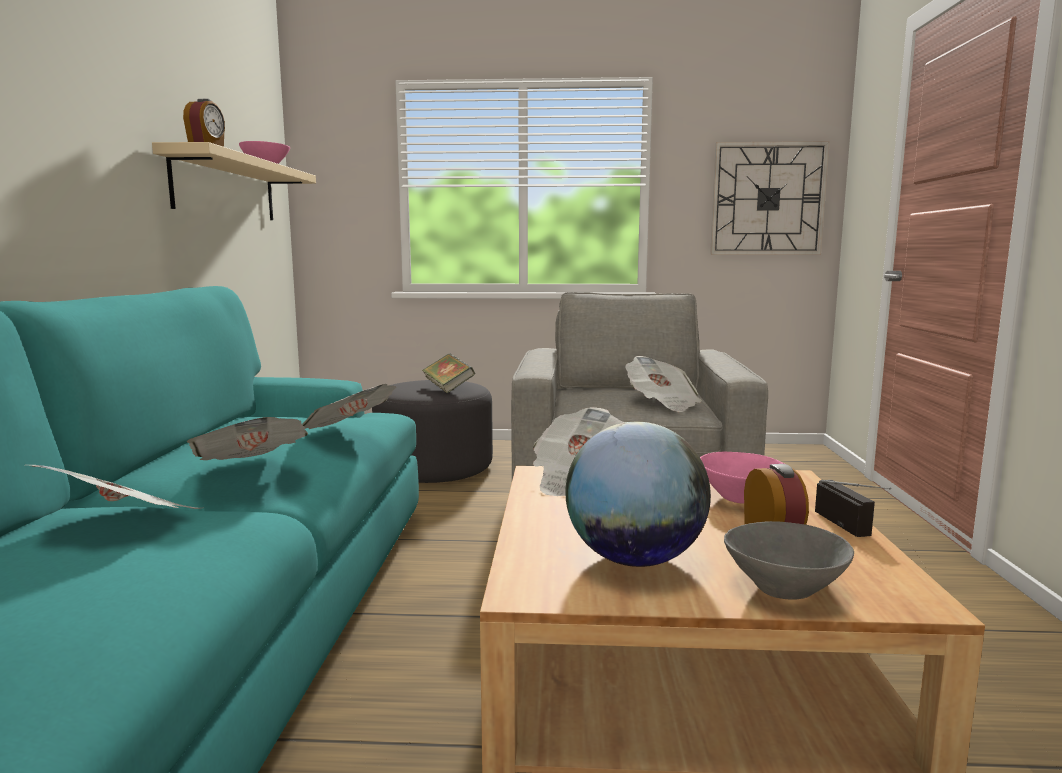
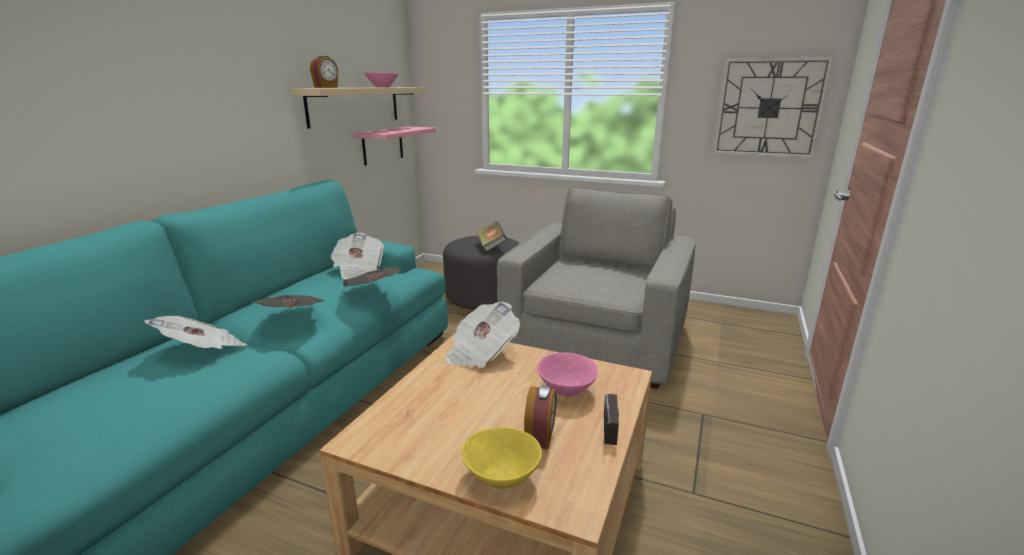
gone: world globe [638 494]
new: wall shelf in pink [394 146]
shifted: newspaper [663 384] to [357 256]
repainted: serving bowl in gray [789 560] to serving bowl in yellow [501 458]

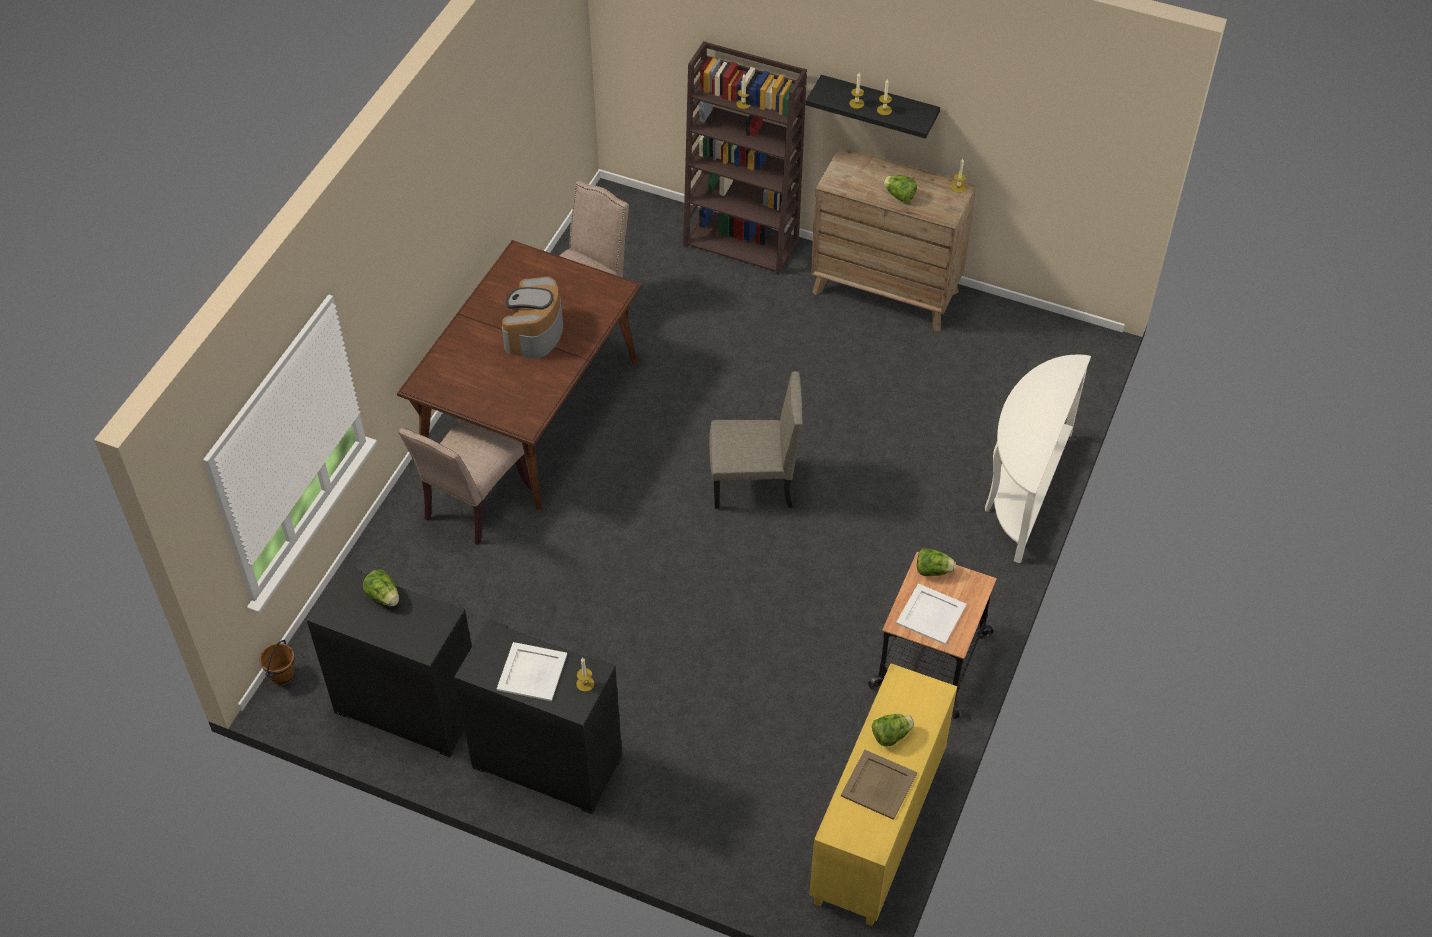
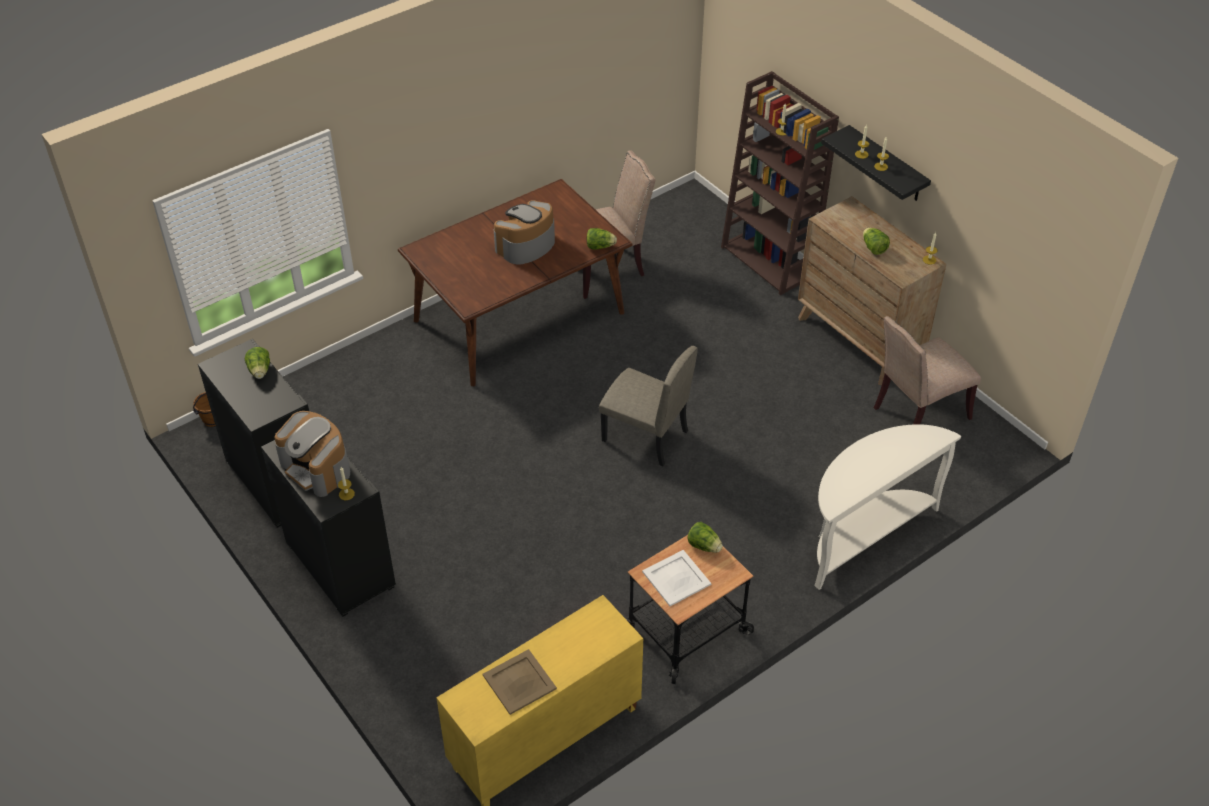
shifted: upright chair in beige [465 482] to [927 370]; lettuce [893 730] to [602 239]
swapped: carrying tray in whitish [532 671] to coffee maker [312 454]

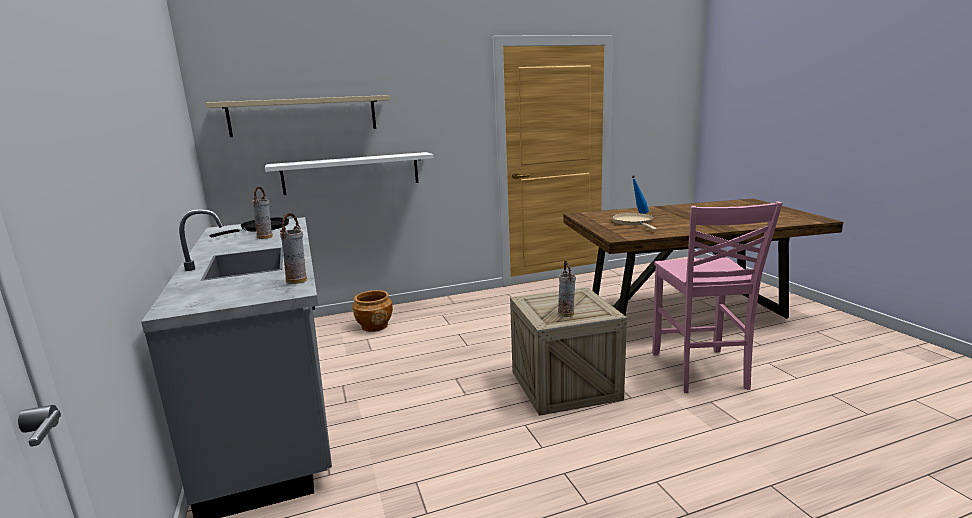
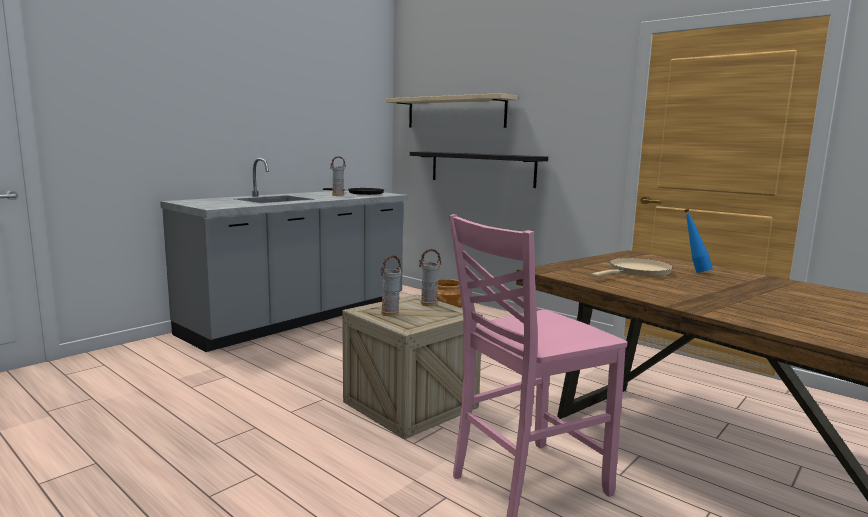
shifted: vase [293 248] to [430 278]
repainted: wall shelf in whitish [349 173] to wall shelf in black [479 170]

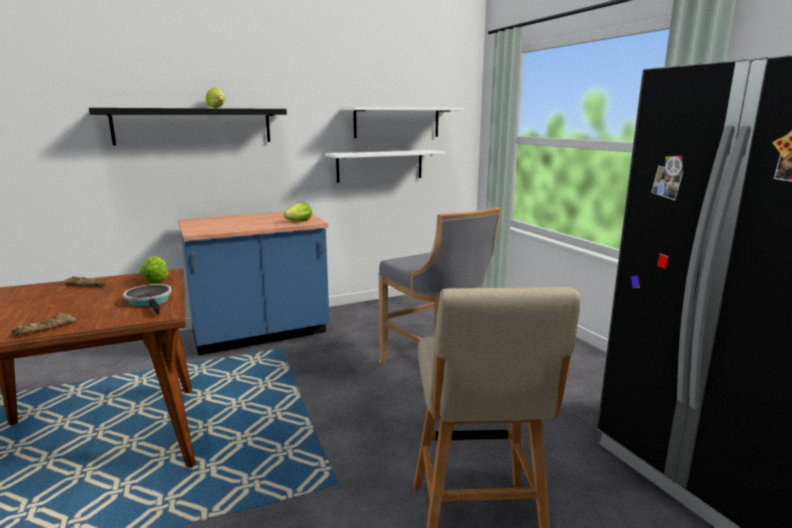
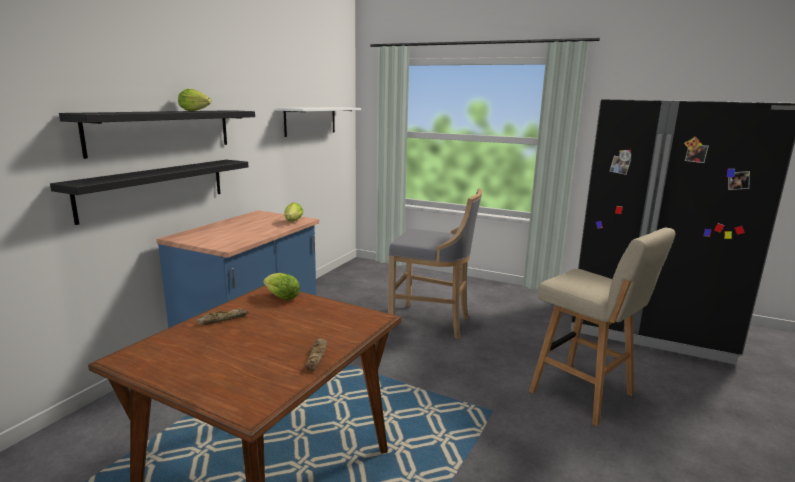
gone: wall shelf in whitish [385 166]; frying pan [147 299]
new: wall shelf in black [149 192]

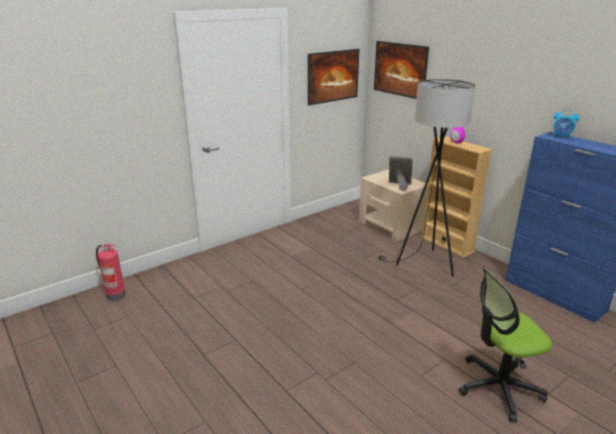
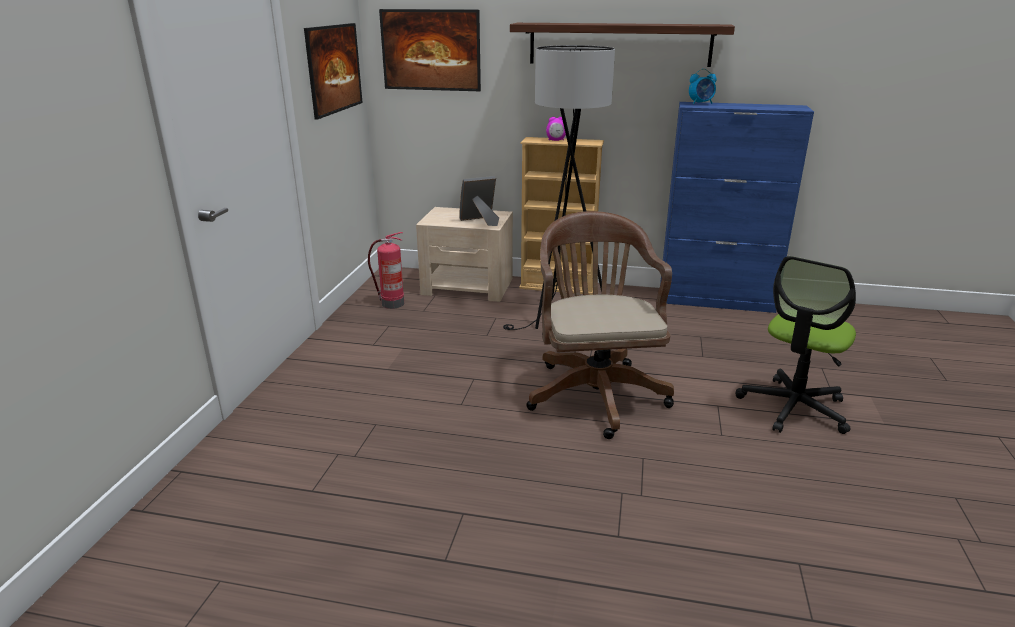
new: wall shelf [622 45]; computer chair in brownish [600 325]
shifted: extinguisher [111 272] to [386 270]

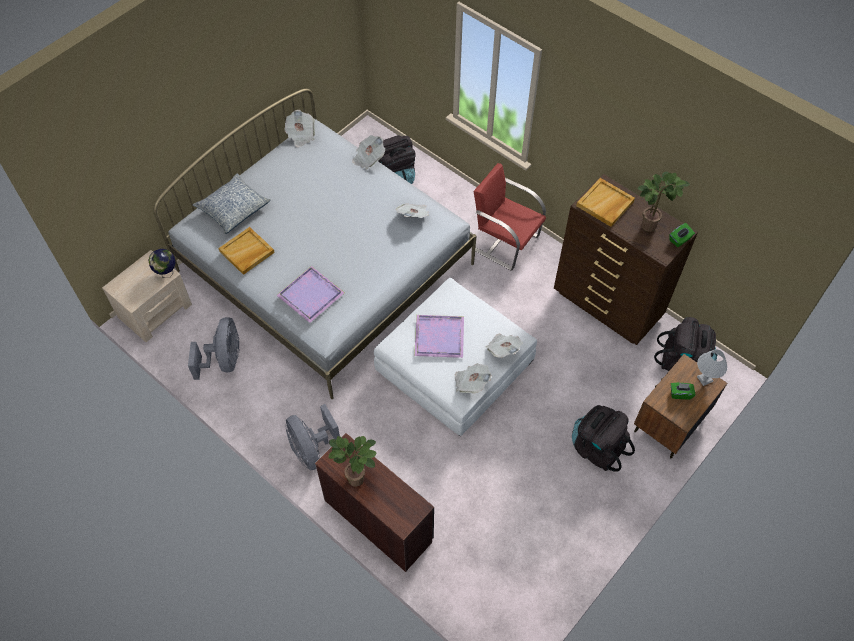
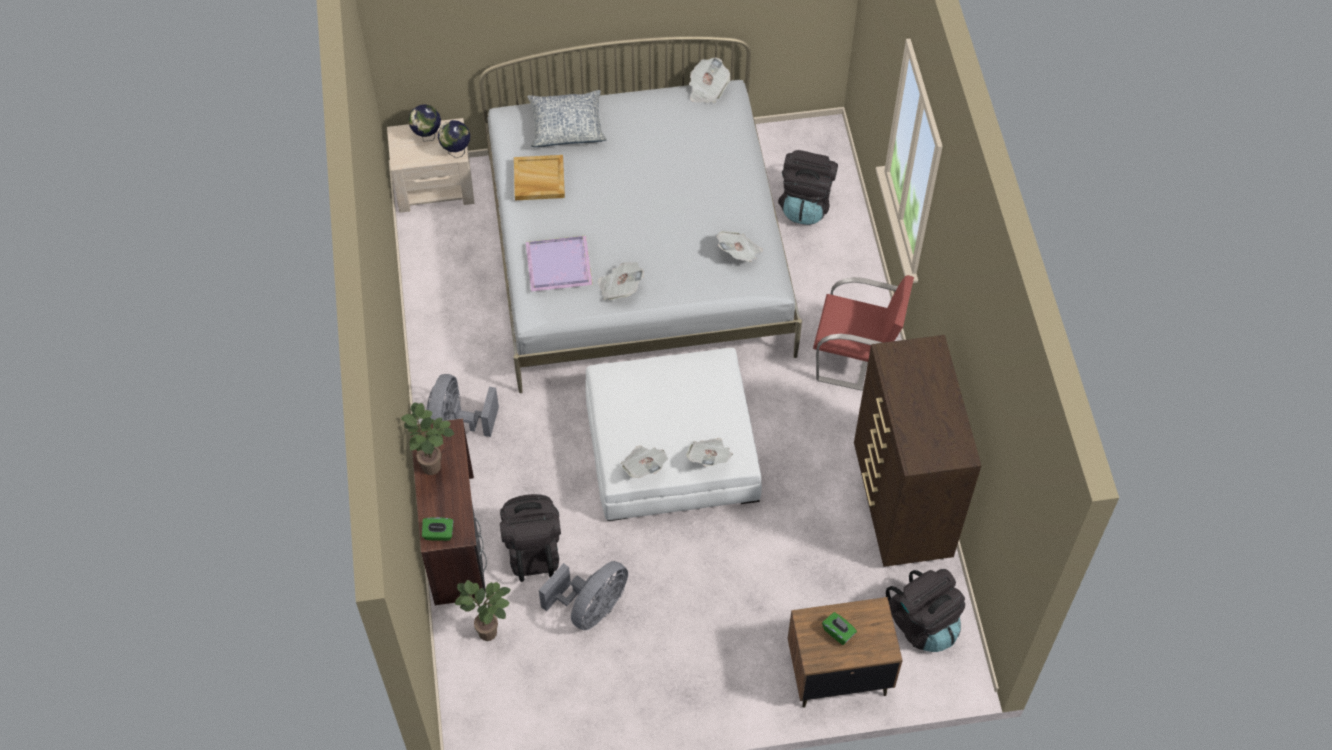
gone: carrying tray in beige [605 202]; carrying tray in purple-coloured [439 336]; tabletop lamp in whitish [712 368]
new: world globe [424 122]
shifted: newspaper [368 152] to [621 281]; plant in a pot [663 202] to [483 610]; tissue holder in green [682 235] to [437 529]; fan in gray [213 348] to [583 595]; knapsack in black [603 438] to [530 538]
rotated: upright chair in red-coloured [510 216] = [863 333] 120 degrees clockwise

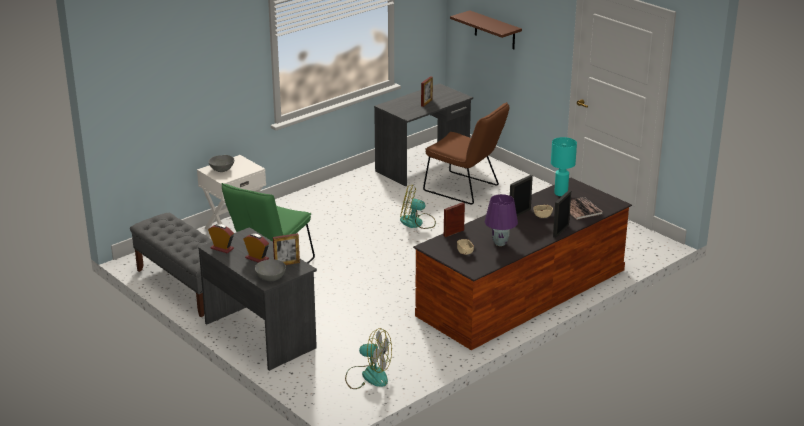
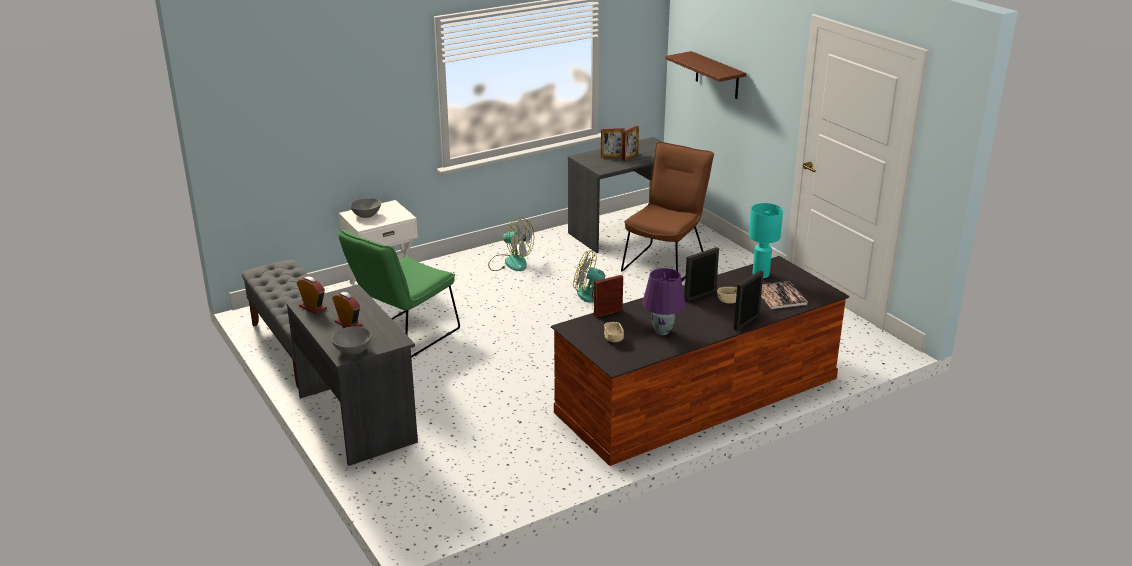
shifted: picture frame [286 249] to [613 143]; fan [368 358] to [511 244]
rotated: upright chair in brownish [466 153] = [667 211] 105 degrees counterclockwise

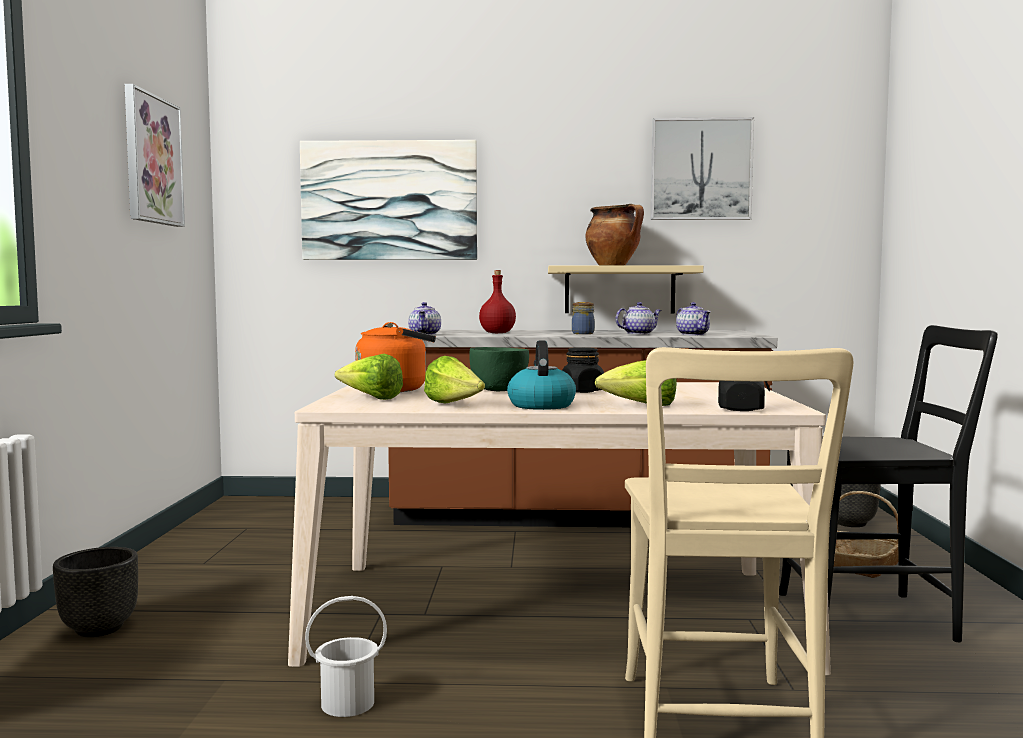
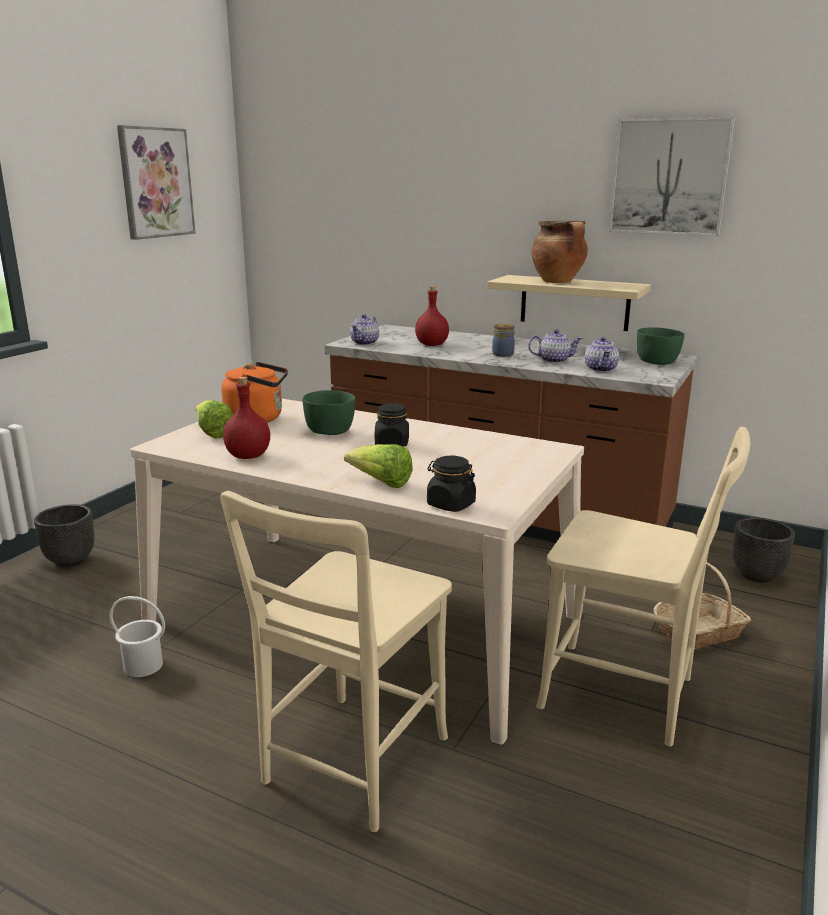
gone: picture [388 200]; tea kettle [541 375]
new: serving bowl in green [660 346]
swapped: lettuce [454 379] to drink bottle in red-coloured [246 418]
repainted: upright chair in black [888 483] to upright chair in beige [643 587]

